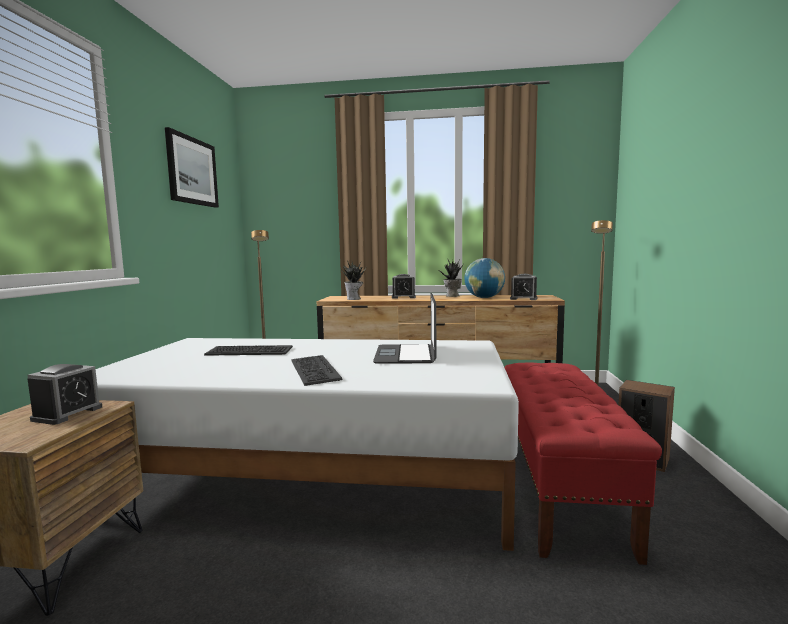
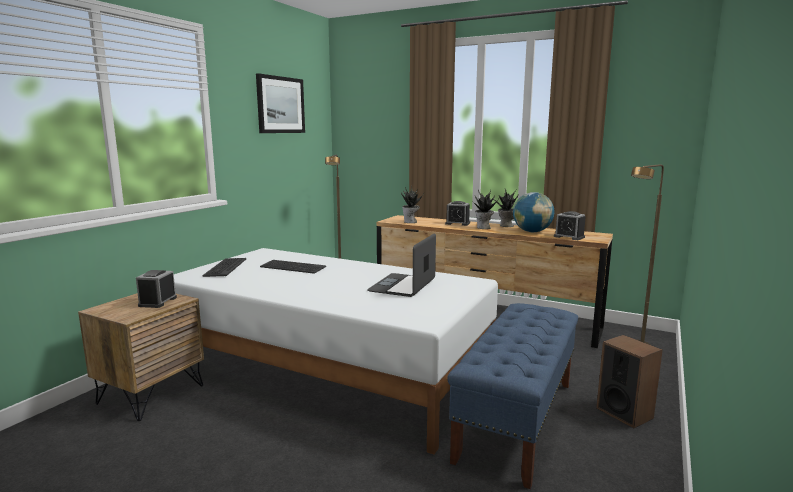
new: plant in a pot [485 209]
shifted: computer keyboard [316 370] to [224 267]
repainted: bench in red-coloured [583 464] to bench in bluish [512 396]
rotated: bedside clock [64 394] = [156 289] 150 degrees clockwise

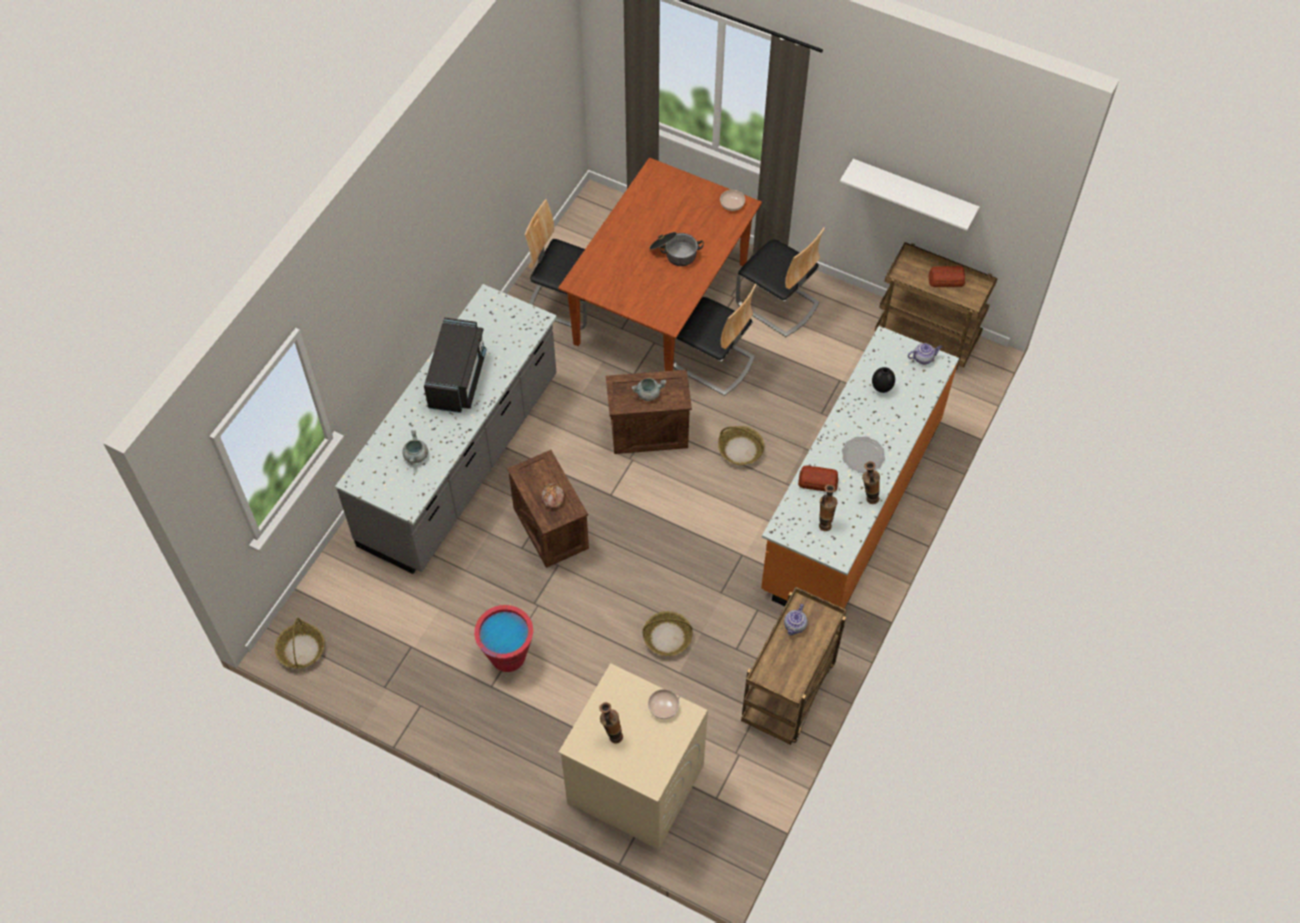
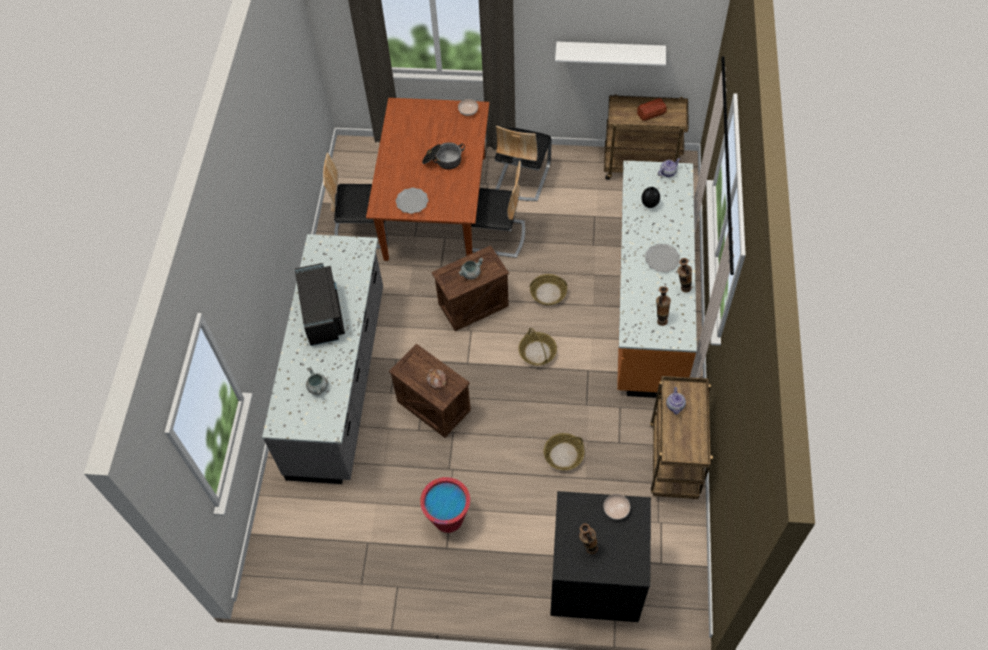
gone: bread [818 479]
new: dinner plate [412 201]
shifted: basket [300 643] to [537 346]
repainted: washing machine in beige [633 756] to washing machine in black [600 556]
rotated: upright chair [780 282] = [523 163] 90 degrees clockwise

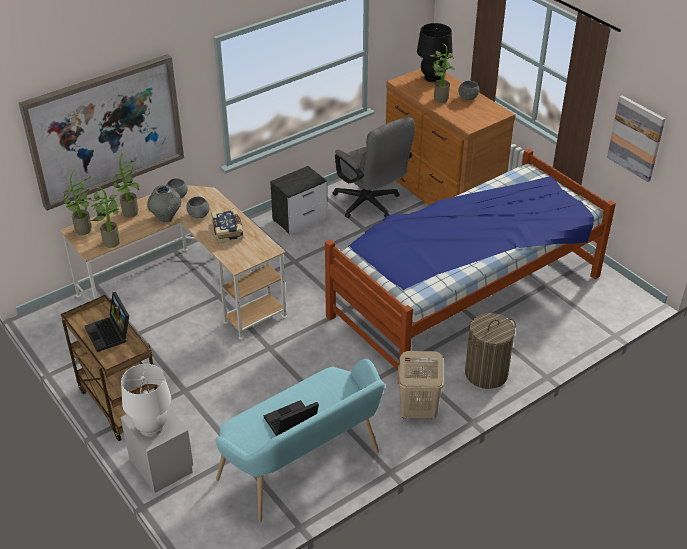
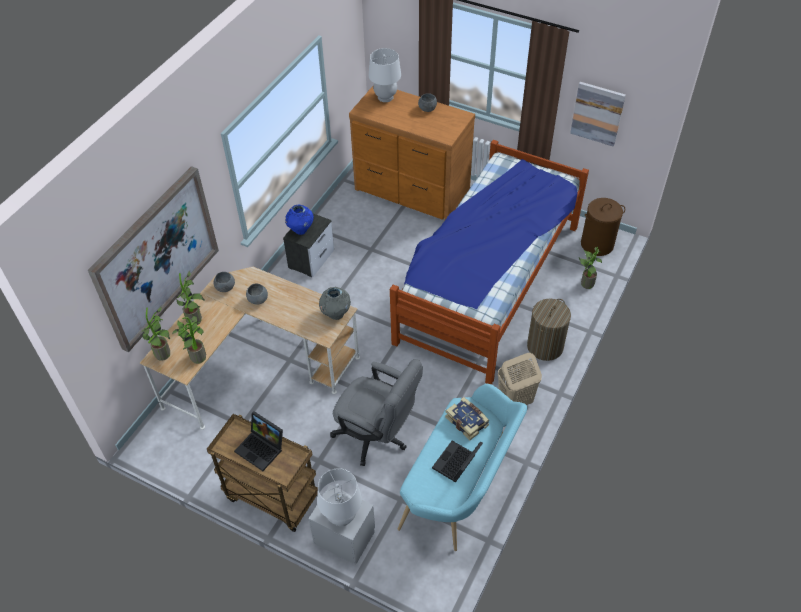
new: hamper in brownish [603 227]; vase in bluish [299 220]
shifted: plant in a pot [442 73] to [590 268]; computer chair in gray [373 167] to [376 412]; vase in gray [164 203] to [335 303]; bound book [227 226] to [467 418]
repainted: tabletop lamp in black [435 52] to tabletop lamp in whitish [385 75]

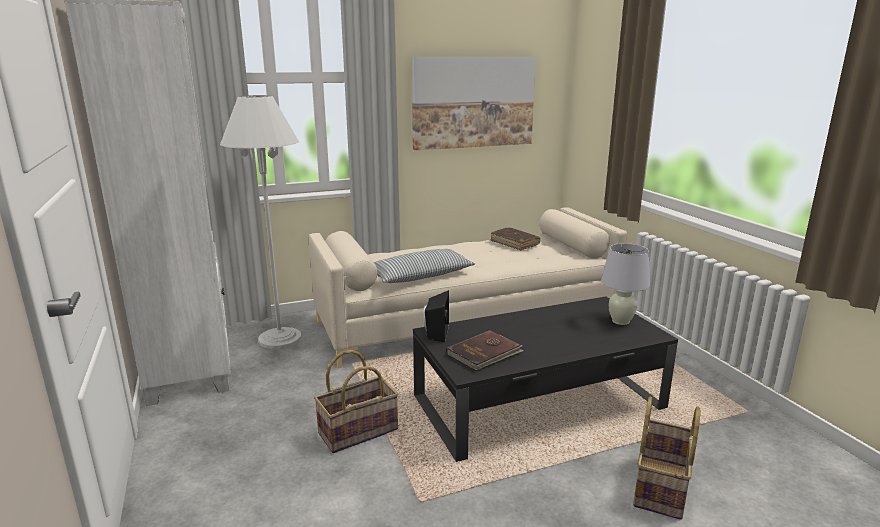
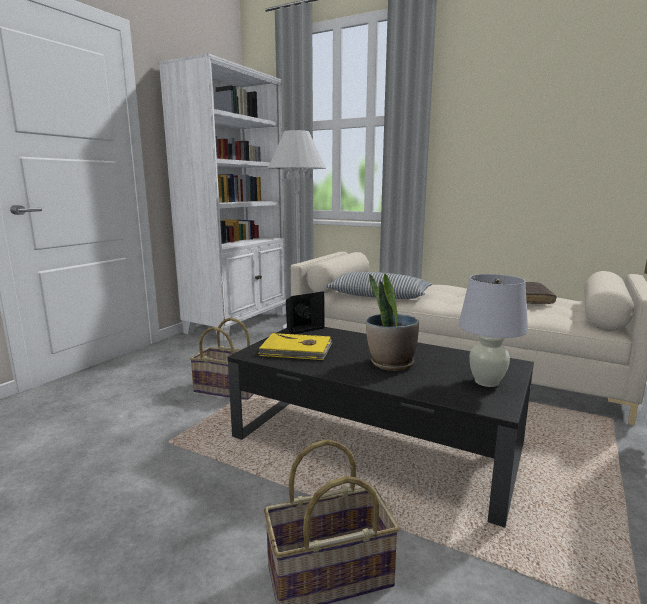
gone: picture [474 103]
new: plant in a pot [392 322]
repainted: bound book in brownish [485 351] to bound book in yellow [295 346]

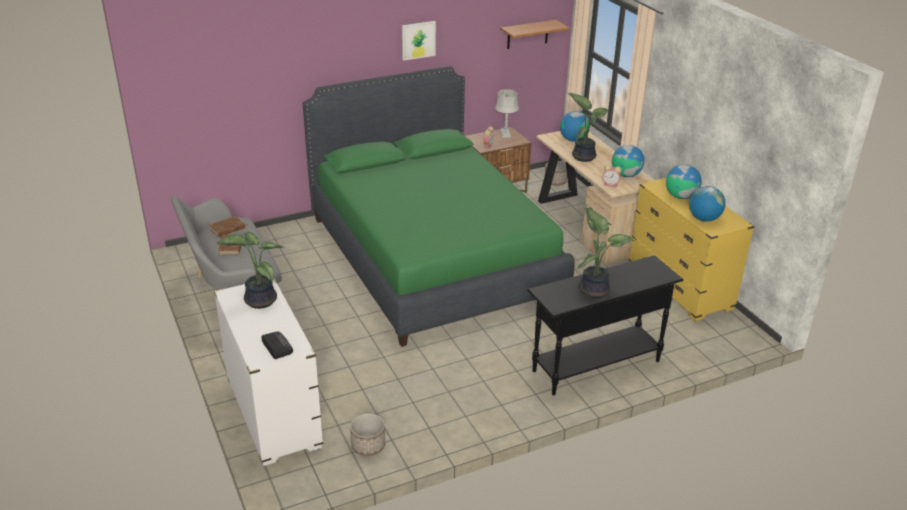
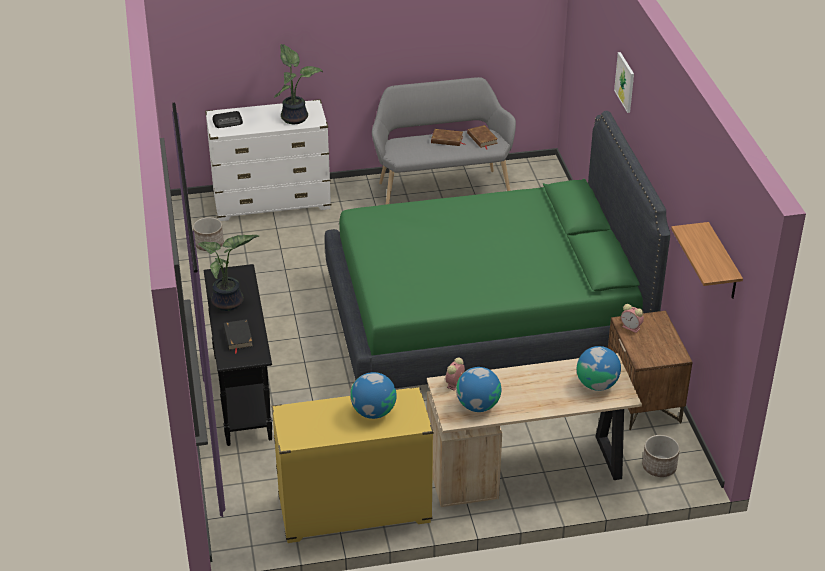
gone: tabletop lamp in gray [507 113]; plant in a pot [589 127]; world globe [707 203]
new: bound book in black [238 336]
shifted: picture [419 41] to [624 82]

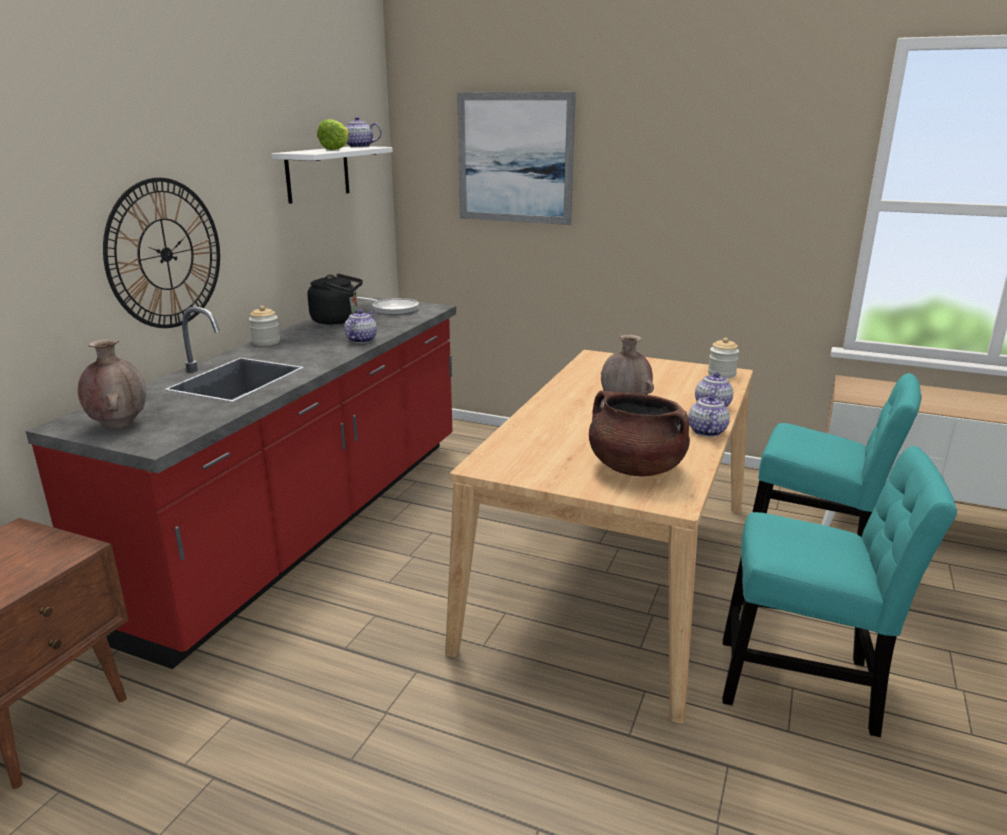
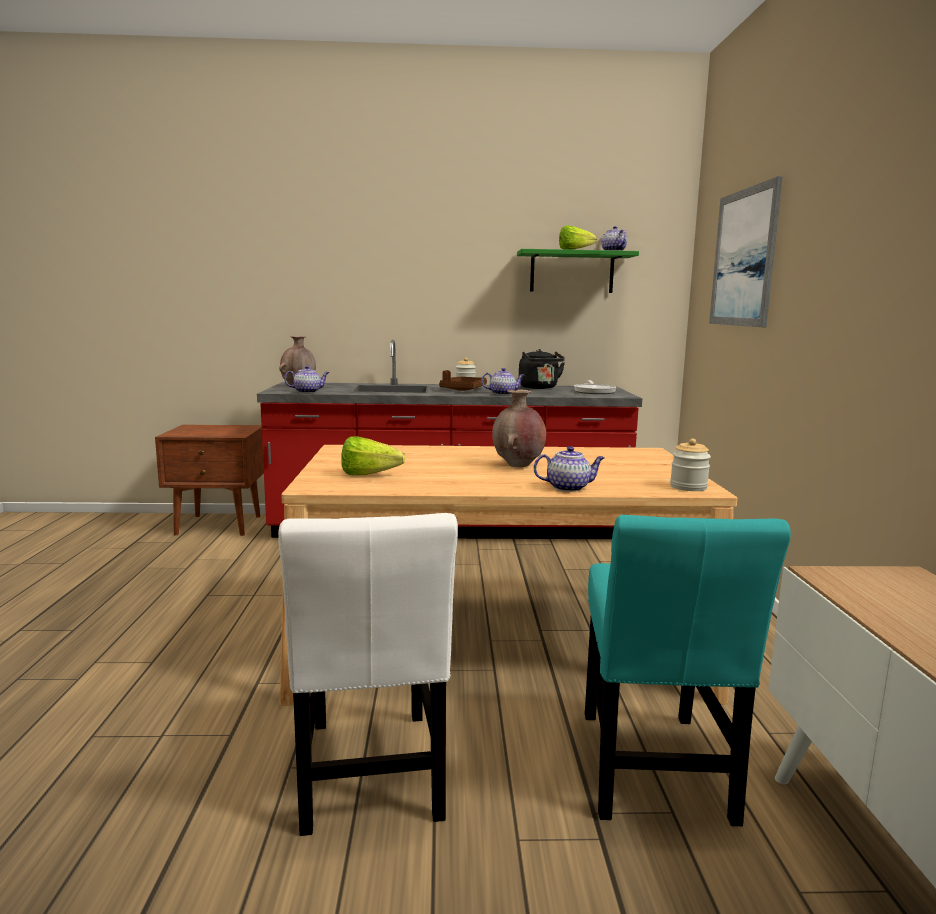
gone: clock on the wall [161 252]
new: carrying tray in brownish [463 380]
shifted: pot for tea [709 415] to [306 379]
swapped: saucepot in brownish [639 433] to lettuce [373 456]
repainted: wall shelf in whitish [332 175] to wall shelf in green [578 271]; upright chair in turquoise-coloured [840 591] to upright chair in whitish [368 674]

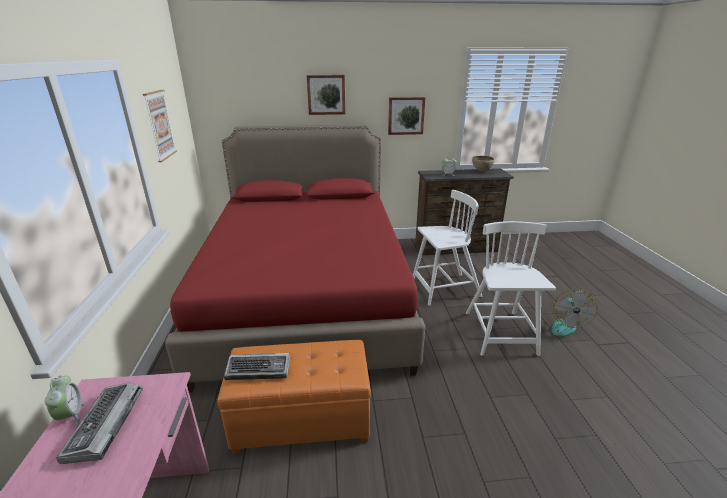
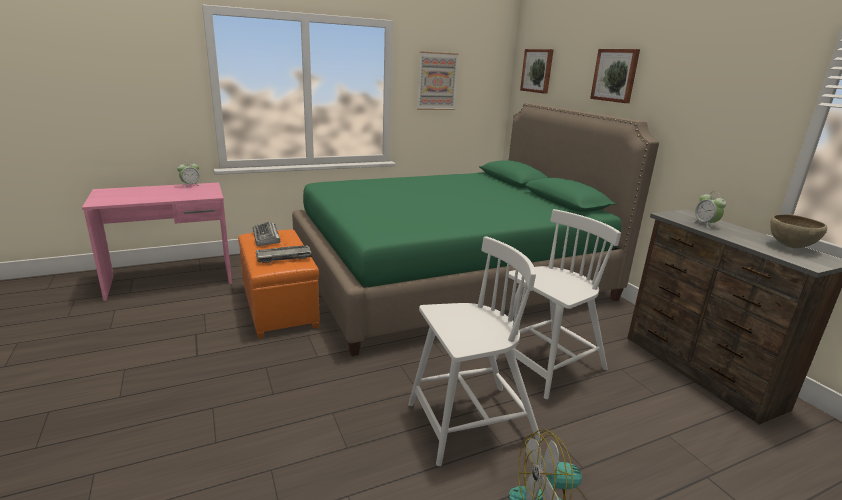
shifted: picture [406 116] to [537 71]; computer keyboard [99 423] to [284 254]
repainted: sleeping bed in red-coloured [295 258] to sleeping bed in green [475 229]
rotated: upright chair in whitish [447 248] = [558 304] 90 degrees counterclockwise

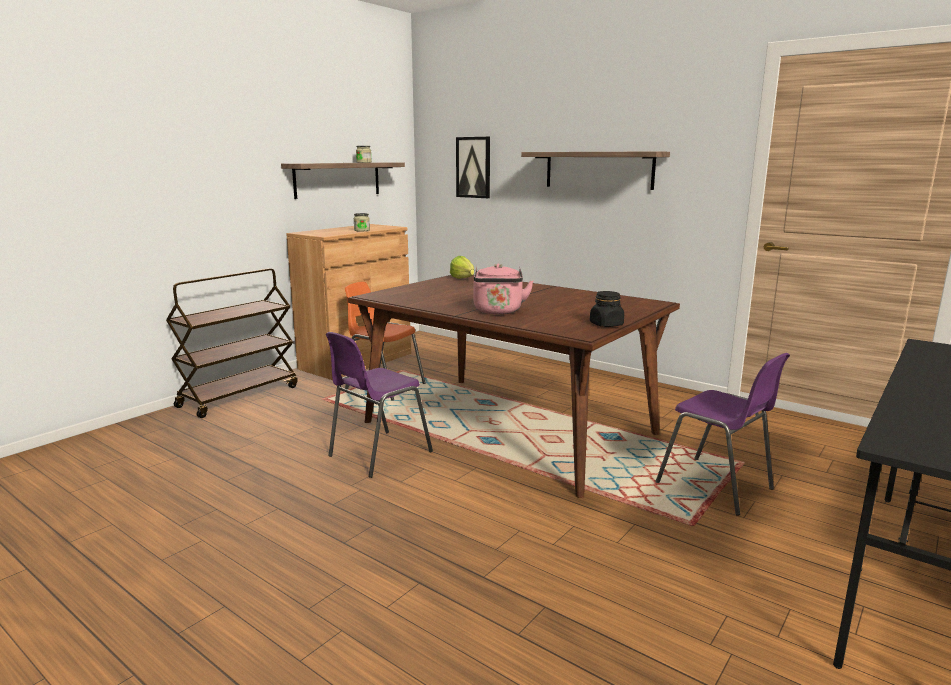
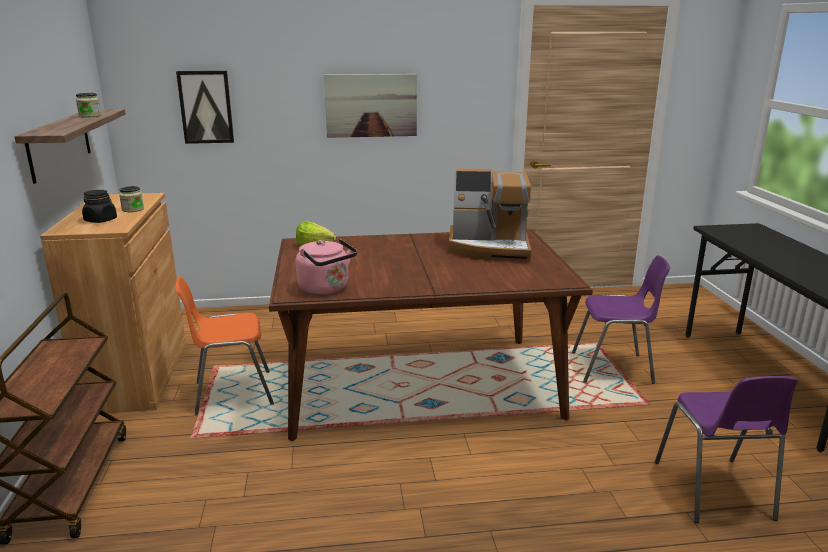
new: coffee maker [490 215]
shifted: tea kettle in pink [504 289] to [326 267]; preserve jar in black [607 309] to [99 206]; upright chair in purple-coloured [379 405] to [726 449]
swapped: wall shelf [595 170] to picture [370 106]

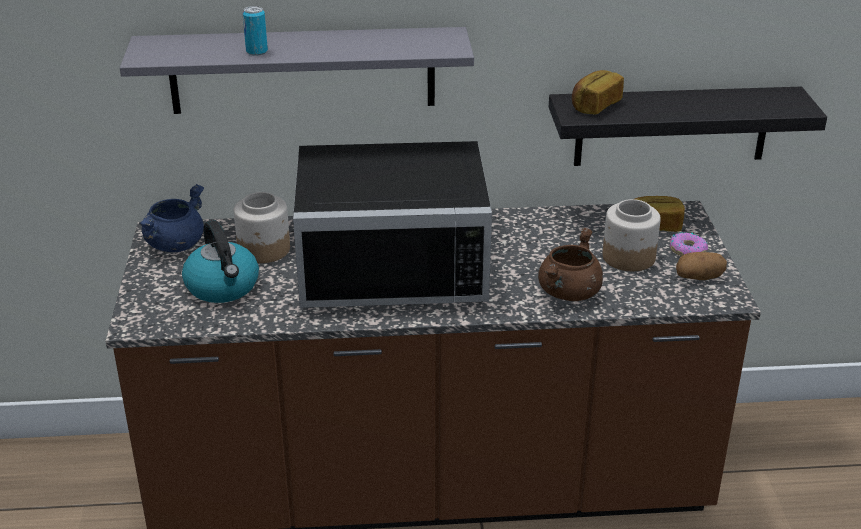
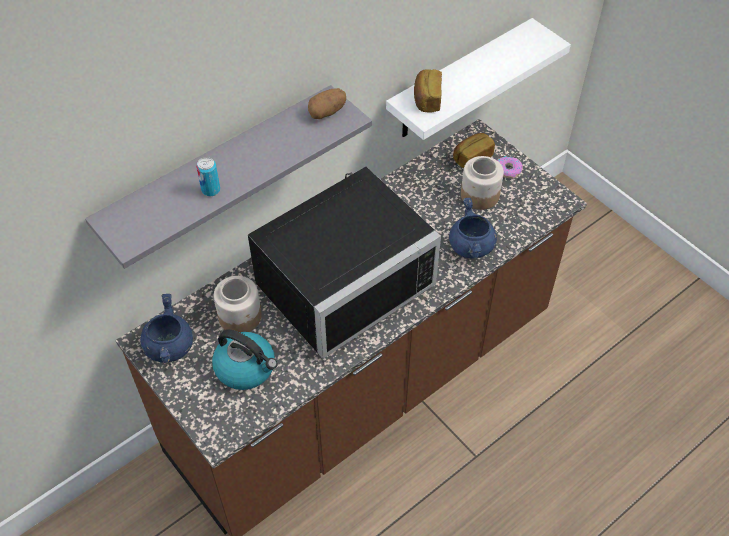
shifted: potato [701 266] to [327 103]
repainted: wall shelf in black [688 126] to wall shelf in whitish [478 79]; saucepot in brownish [570 264] to saucepot in bluish [473 228]

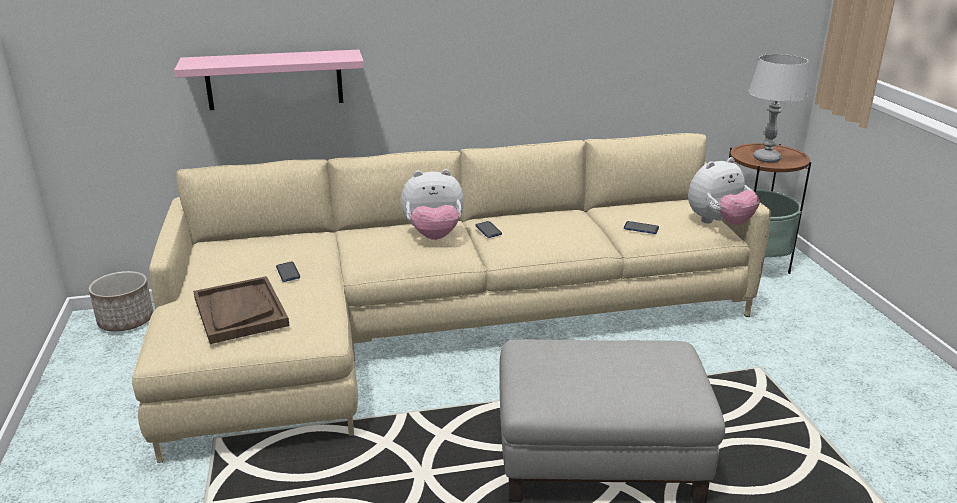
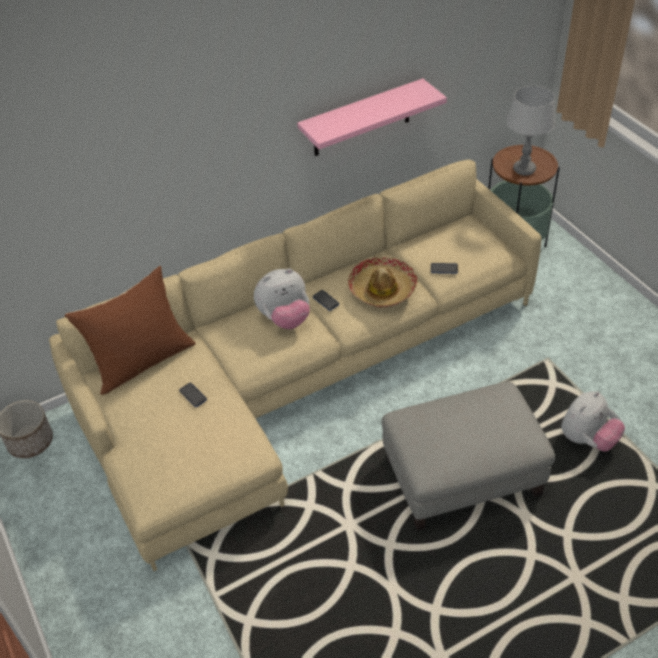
gone: carrying tray in brownish [241 310]
new: wearable hat [382 282]; cushion in brownish [130 330]
shifted: wall shelf in pink [269 80] to [372 117]; soft toy [724 191] to [593 421]

